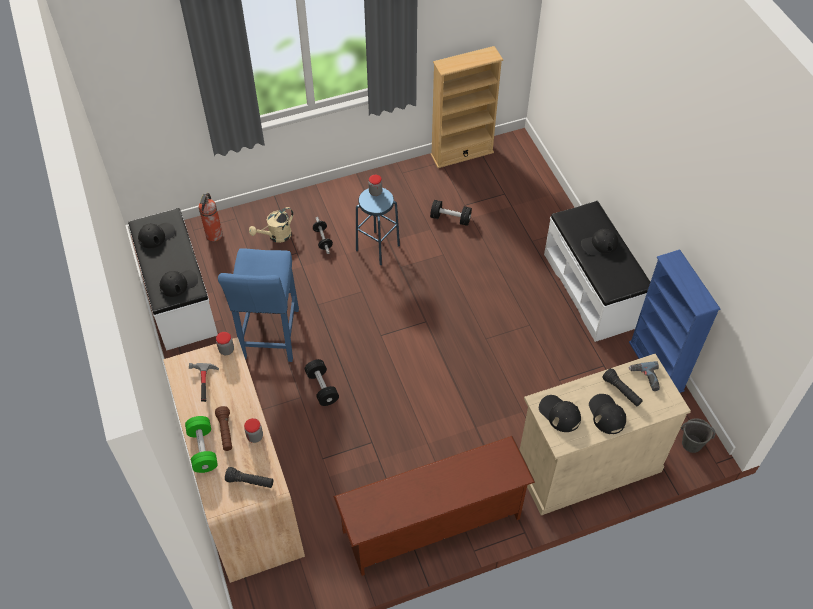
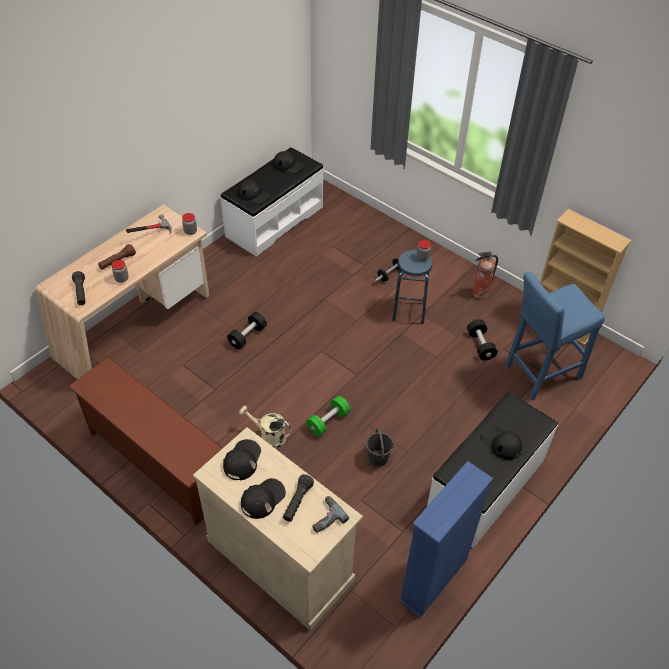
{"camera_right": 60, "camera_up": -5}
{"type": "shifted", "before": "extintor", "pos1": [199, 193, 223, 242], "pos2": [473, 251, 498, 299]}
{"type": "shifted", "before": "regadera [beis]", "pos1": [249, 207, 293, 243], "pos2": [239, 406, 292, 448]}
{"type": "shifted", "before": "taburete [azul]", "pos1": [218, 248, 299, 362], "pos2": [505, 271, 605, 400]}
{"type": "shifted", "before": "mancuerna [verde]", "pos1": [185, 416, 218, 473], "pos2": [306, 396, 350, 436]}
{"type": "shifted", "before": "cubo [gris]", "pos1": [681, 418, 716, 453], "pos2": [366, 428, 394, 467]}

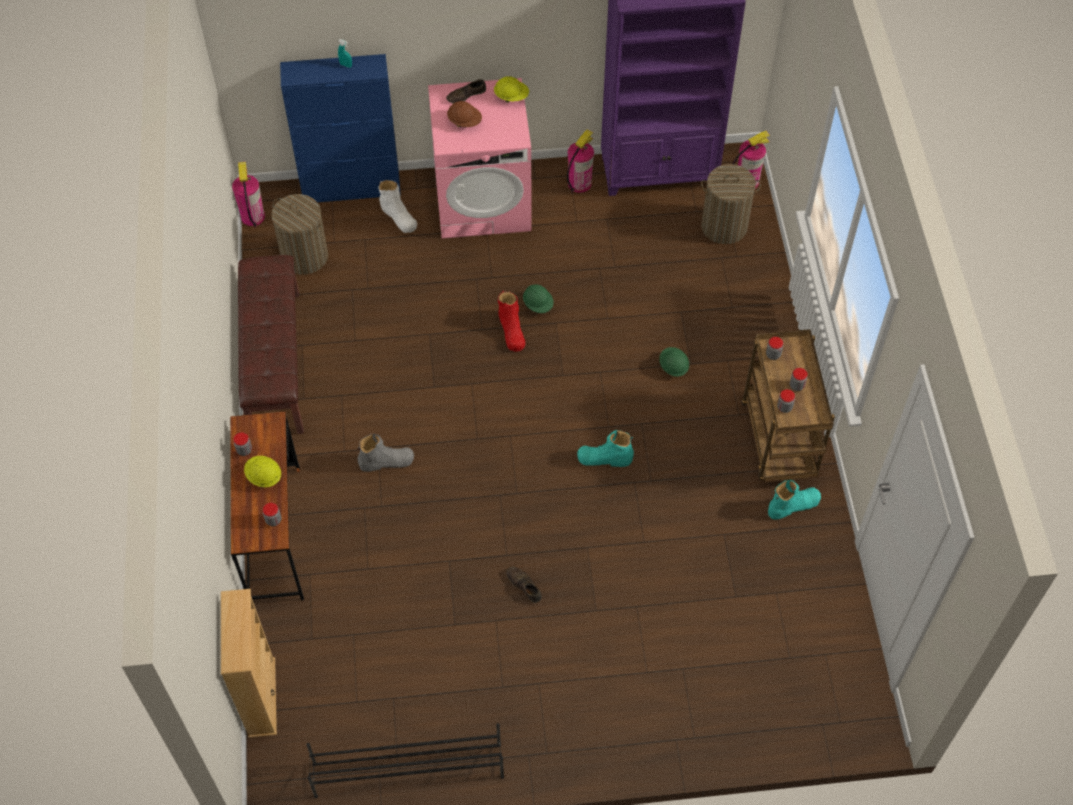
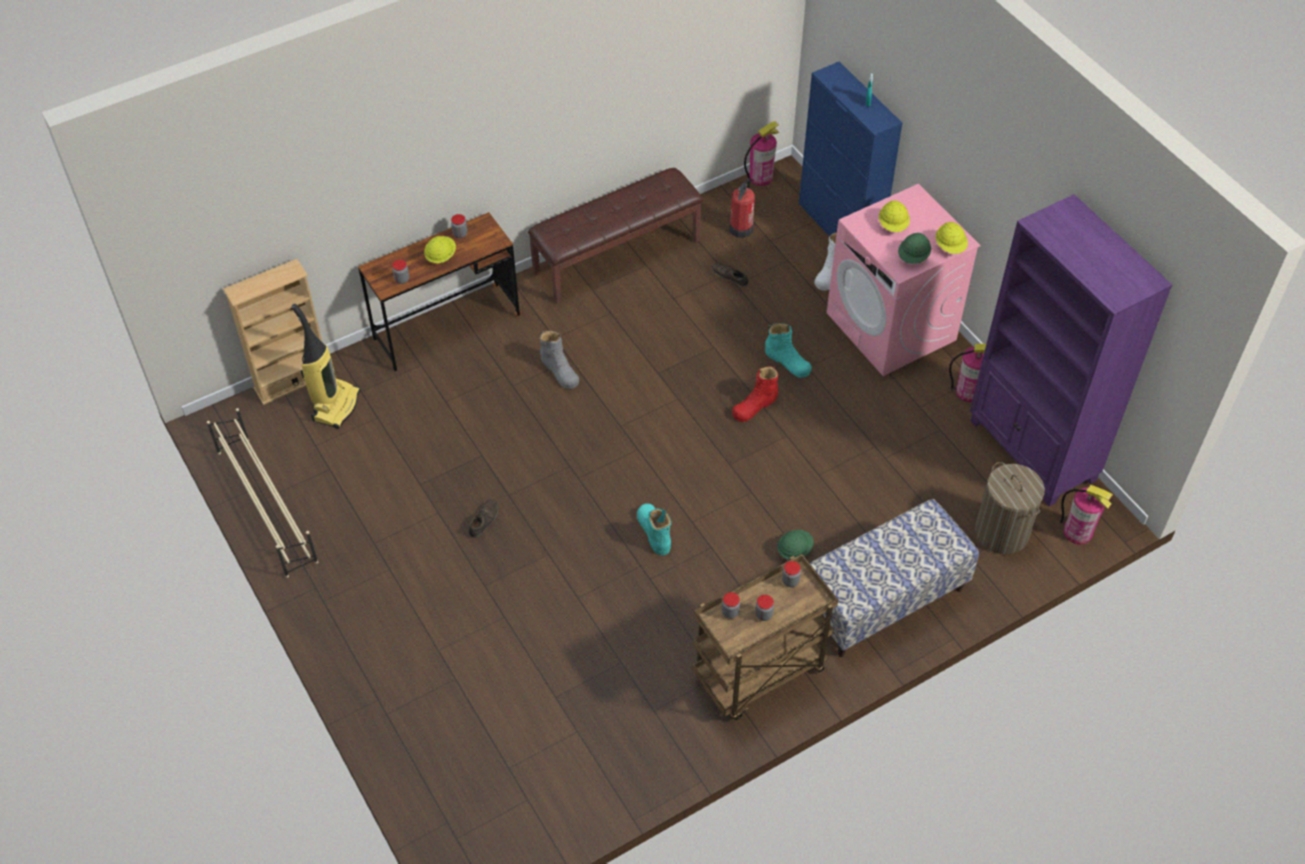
{"camera_right": 65, "camera_up": -5}
{"type": "shifted", "before": "zapato [marrón]", "pos1": [446, 79, 486, 104], "pos2": [712, 263, 748, 287]}
{"type": "repainted", "before": "casco [marrón]", "after": "casco [amarillo]", "pos1": [447, 101, 482, 127], "pos2": [879, 201, 910, 232]}
{"type": "swapped", "before": "cesto de la ropa", "after": "extintor", "pos1": [271, 194, 328, 274], "pos2": [729, 178, 755, 238]}
{"type": "shifted", "before": "casco [verde]", "pos1": [523, 284, 554, 313], "pos2": [898, 233, 931, 264]}
{"type": "shifted", "before": "bota [turquesa]", "pos1": [768, 480, 821, 520], "pos2": [765, 323, 812, 378]}
{"type": "repainted", "before": "zapatero [negro]", "after": "zapatero [beis]", "pos1": [306, 723, 504, 798], "pos2": [207, 408, 318, 578]}
{"type": "new", "after": "aspiradora", "pos2": [291, 304, 360, 429]}
{"type": "new", "after": "banco", "pos2": [810, 499, 979, 657]}

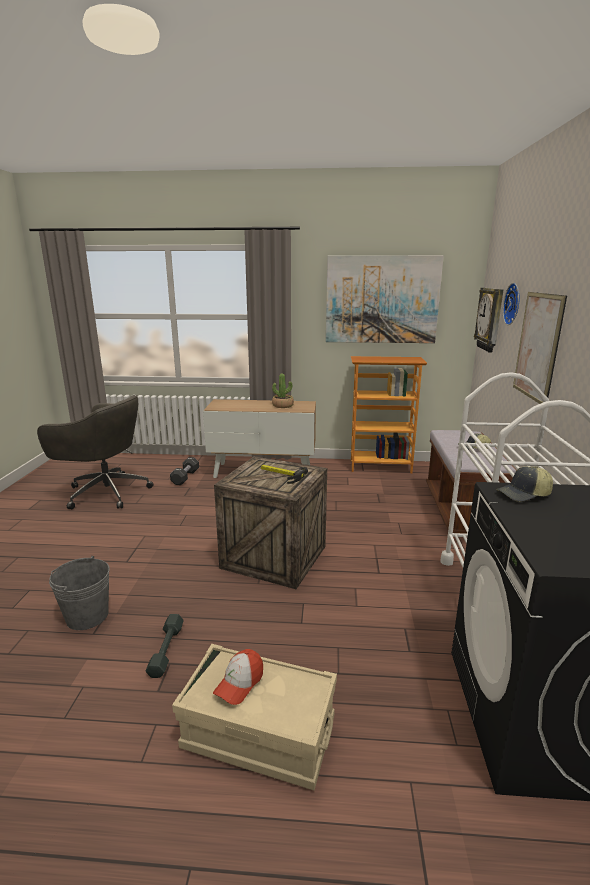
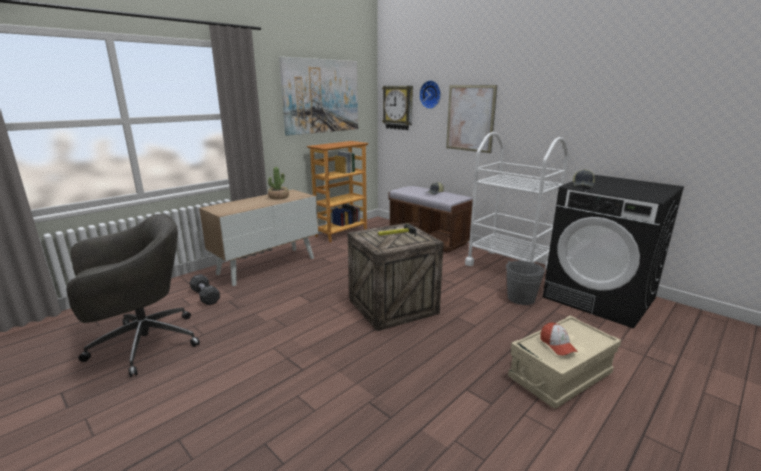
{"camera_right": -50, "camera_up": 0}
{"type": "shifted", "before": "cubo [gris]", "pos1": [49, 556, 110, 630], "pos2": [506, 261, 545, 305]}
{"type": "gone", "before": "mancuerna [gris]", "pos1": [146, 614, 184, 678]}

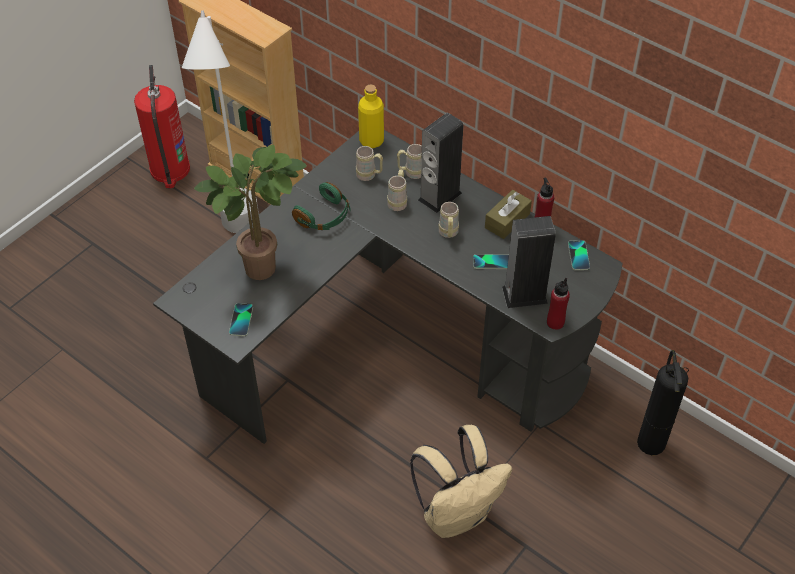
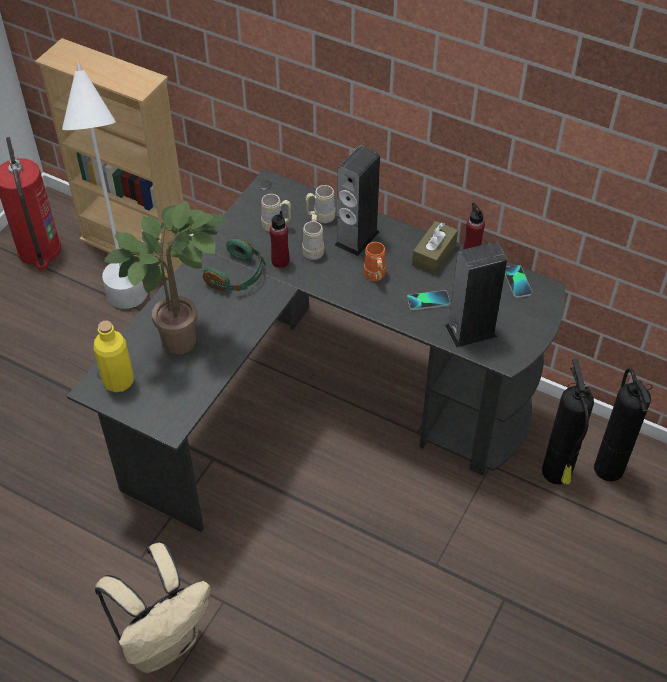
{"camera_right": -10, "camera_up": 0}
{"type": "shifted", "before": "botella [amarillo]", "pos1": [358, 85, 384, 148], "pos2": [94, 321, 134, 392]}
{"type": "repainted", "before": "taza grande [beis]", "after": "taza grande [naranja]", "pos1": [439, 202, 459, 238], "pos2": [364, 242, 386, 281]}
{"type": "shifted", "before": "botella [rojo]", "pos1": [547, 278, 570, 330], "pos2": [270, 211, 289, 268]}
{"type": "gone", "before": "móvil", "pos1": [229, 303, 253, 336]}
{"type": "shifted", "before": "mochila [beis]", "pos1": [410, 425, 512, 538], "pos2": [95, 543, 210, 673]}
{"type": "new", "after": "extintor", "pos2": [542, 359, 594, 484]}

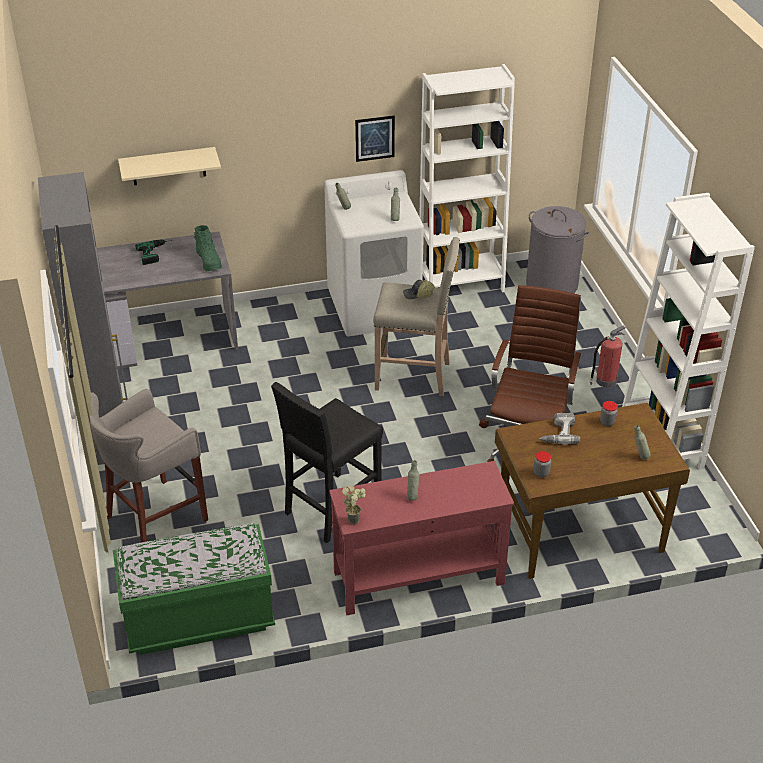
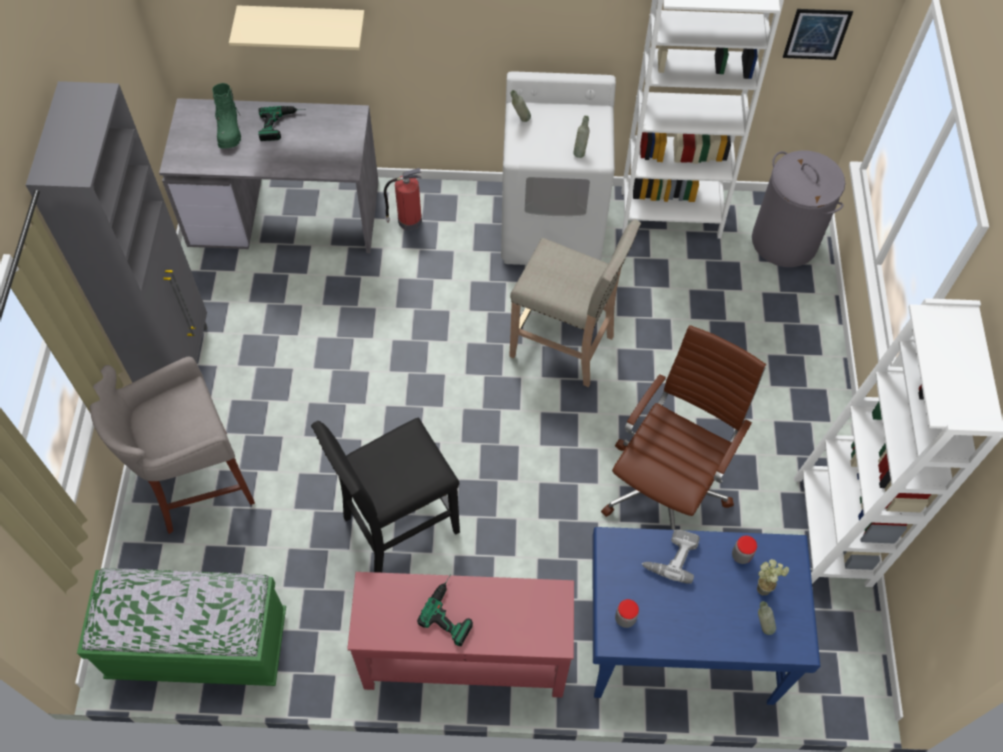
{"camera_right": 15, "camera_up": 20}
{"type": "shifted", "before": "cuadro", "pos1": [355, 115, 395, 162], "pos2": [783, 9, 853, 60]}
{"type": "shifted", "before": "bota [verde]", "pos1": [194, 225, 222, 271], "pos2": [212, 83, 241, 149]}
{"type": "gone", "before": "gorra", "pos1": [403, 280, 435, 299]}
{"type": "shifted", "before": "extintor", "pos1": [589, 325, 626, 388], "pos2": [384, 168, 422, 230]}
{"type": "repainted", "before": "escritorio [marrón]", "after": "escritorio [azul]", "pos1": [495, 403, 690, 579], "pos2": [592, 527, 820, 705]}
{"type": "swapped", "before": "botella [gris]", "after": "taladro", "pos1": [407, 460, 419, 501], "pos2": [417, 574, 473, 646]}
{"type": "shifted", "before": "planta en maceta", "pos1": [342, 486, 366, 524], "pos2": [757, 559, 789, 595]}

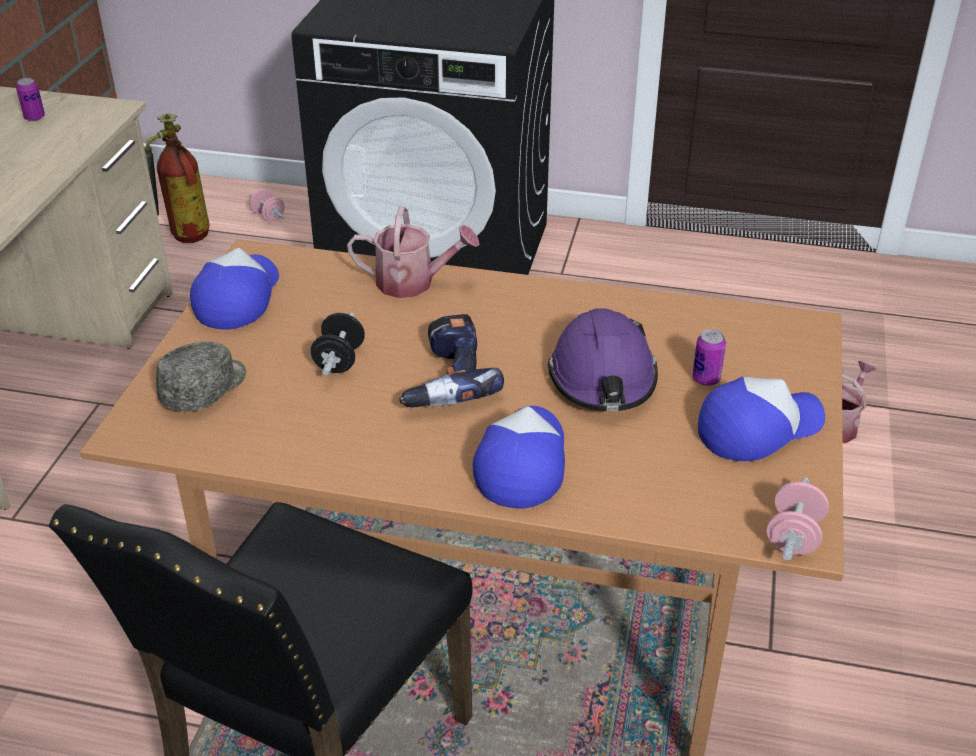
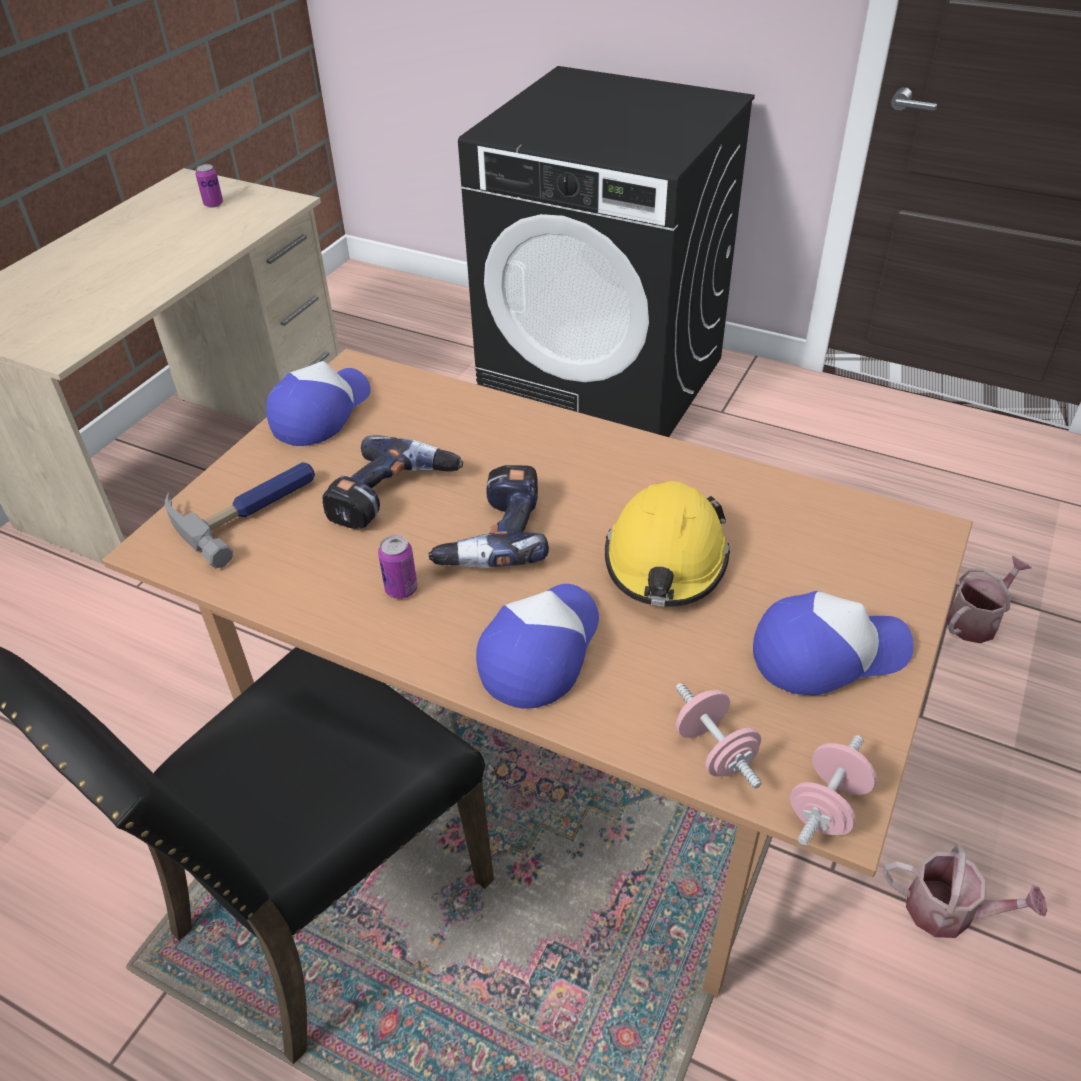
{"camera_right": 15, "camera_up": 5}
{"type": "gone", "before": "extintor", "pos1": [144, 113, 209, 243]}
{"type": "shifted", "before": "mancuerna [rosa]", "pos1": [250, 189, 285, 222], "pos2": [676, 683, 762, 789]}
{"type": "shifted", "before": "regadera", "pos1": [347, 206, 480, 298], "pos2": [883, 844, 1047, 938]}
{"type": "repainted", "before": "casco [morado]", "after": "casco [amarillo]", "pos1": [548, 308, 658, 411], "pos2": [605, 481, 730, 607]}
{"type": "swapped", "before": "mancuerna [negro]", "after": "taladro", "pos1": [311, 313, 365, 375], "pos2": [323, 435, 463, 529]}
{"type": "shifted", "before": "lata", "pos1": [692, 329, 726, 386], "pos2": [378, 535, 418, 599]}
{"type": "swapped", "before": "gorra [gris]", "after": "martillo", "pos1": [156, 342, 246, 411], "pos2": [165, 462, 315, 569]}

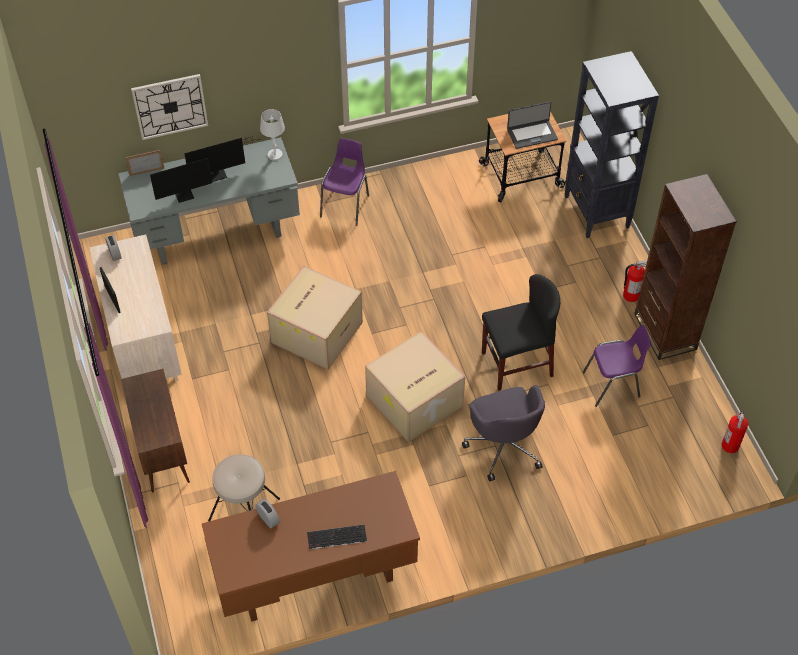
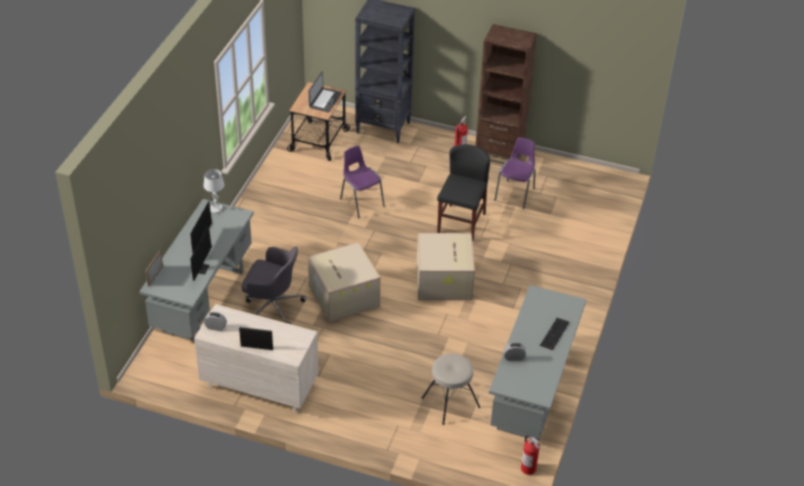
{"camera_right": -55, "camera_up": -10}
{"type": "gone", "before": "reloj de pared", "pos1": [131, 74, 208, 140]}
{"type": "shifted", "before": "silla [morado]", "pos1": [320, 138, 369, 226], "pos2": [340, 146, 385, 218]}
{"type": "gone", "before": "armario [marrón]", "pos1": [121, 369, 190, 493]}
{"type": "shifted", "before": "silla de oficina [gris]", "pos1": [462, 385, 545, 481], "pos2": [242, 246, 306, 324]}
{"type": "shifted", "before": "extintor", "pos1": [721, 410, 748, 453], "pos2": [521, 435, 540, 475]}
{"type": "repainted", "before": "escritorio [marrón]", "after": "escritorio [gris]", "pos1": [202, 471, 420, 622], "pos2": [489, 285, 587, 441]}

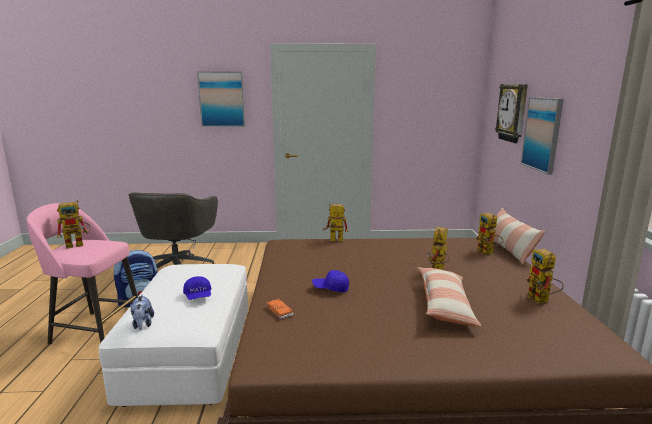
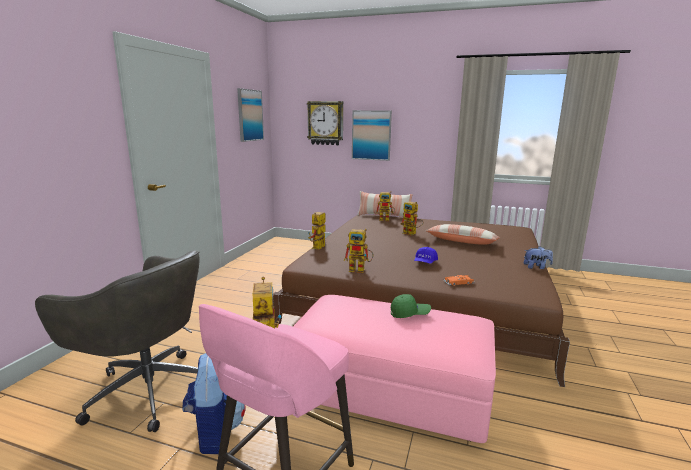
{"camera_right": -70, "camera_up": 0}
{"type": "shifted", "before": "cuadro", "pos1": [197, 72, 245, 127], "pos2": [237, 88, 264, 142]}
{"type": "shifted", "before": "robot de juguete", "pos1": [526, 249, 564, 303], "pos2": [344, 229, 373, 273]}
{"type": "repainted", "before": "puf [blanco]", "after": "puf [rosa]", "pos1": [99, 264, 248, 407], "pos2": [293, 295, 496, 443]}
{"type": "repainted", "before": "gorra [azul]", "after": "gorra [verde]", "pos1": [183, 276, 212, 300], "pos2": [391, 294, 431, 318]}
{"type": "shifted", "before": "peluche", "pos1": [130, 295, 154, 330], "pos2": [524, 246, 553, 269]}

